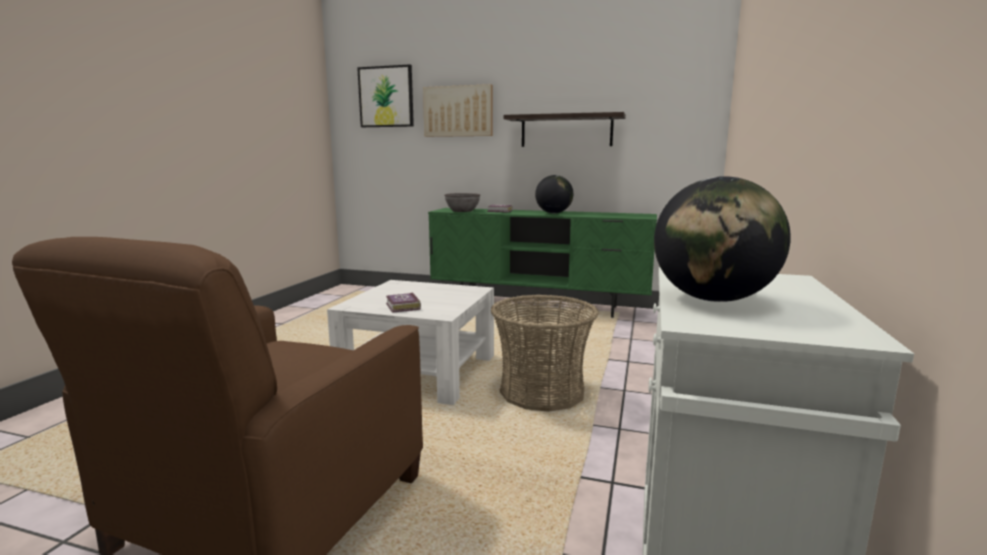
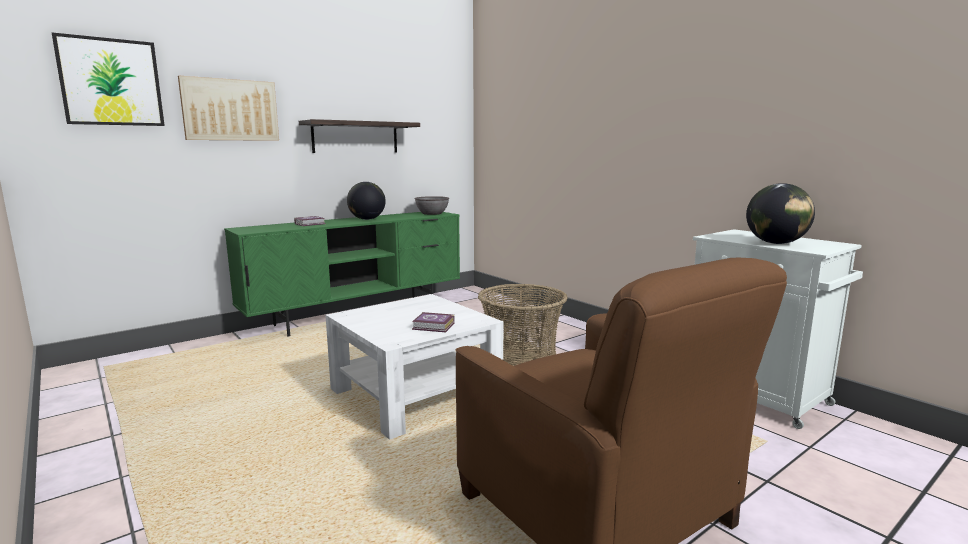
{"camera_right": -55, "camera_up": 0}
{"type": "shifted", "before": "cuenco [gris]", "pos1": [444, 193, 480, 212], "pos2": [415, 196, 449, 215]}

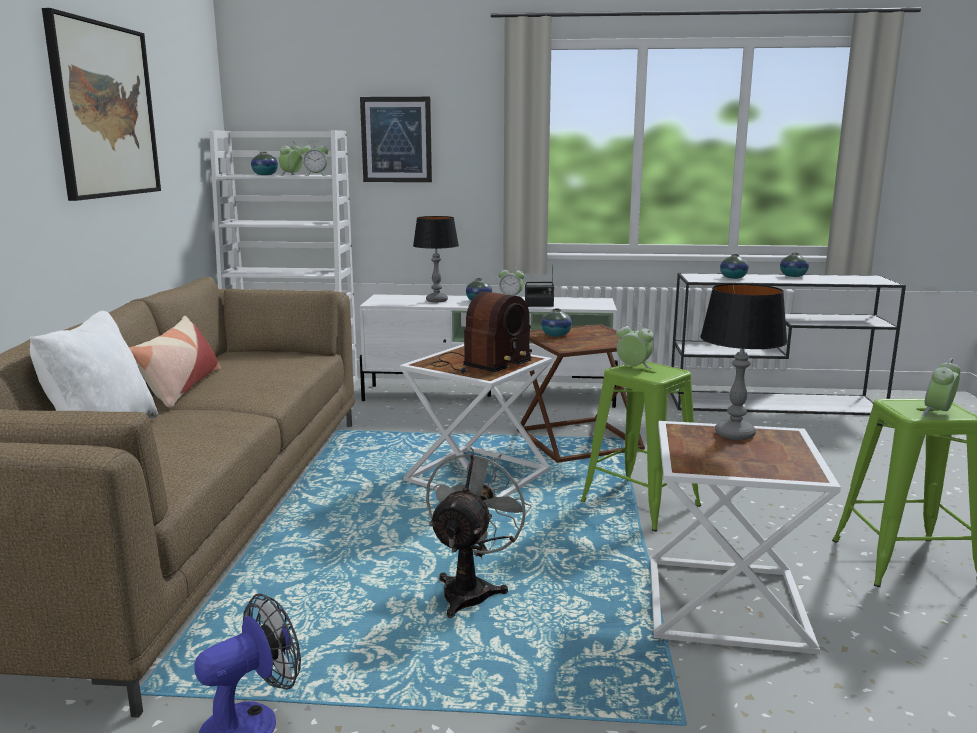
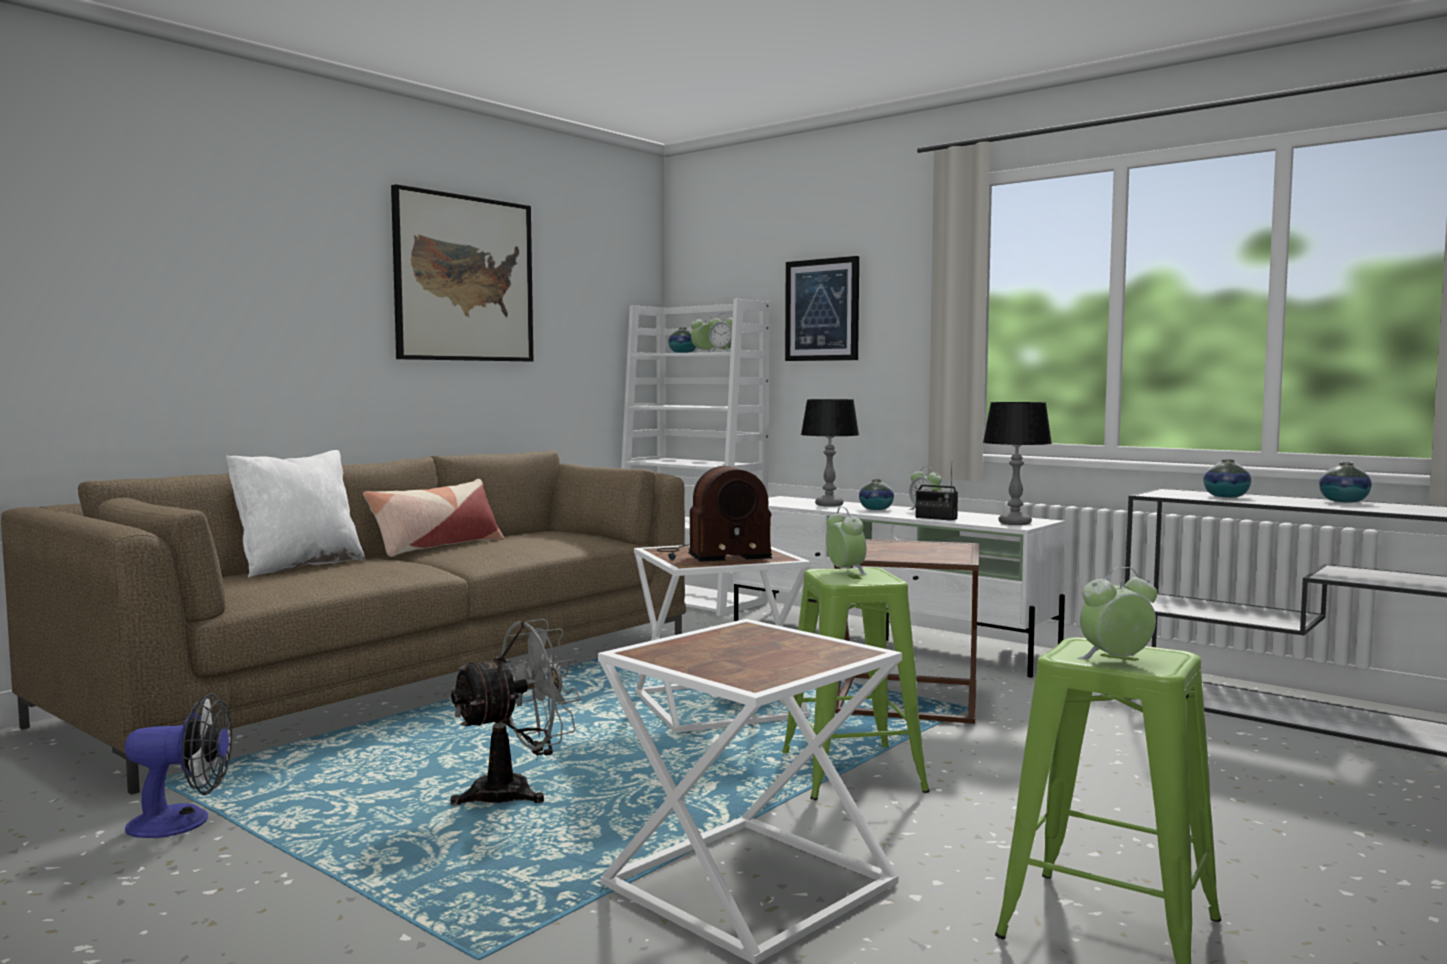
{"camera_right": 35, "camera_up": -10}
{"type": "shifted", "before": "lámpara de mesa", "pos1": [700, 283, 788, 440], "pos2": [983, 402, 1052, 525]}
{"type": "gone", "before": "florero", "pos1": [541, 308, 572, 337]}

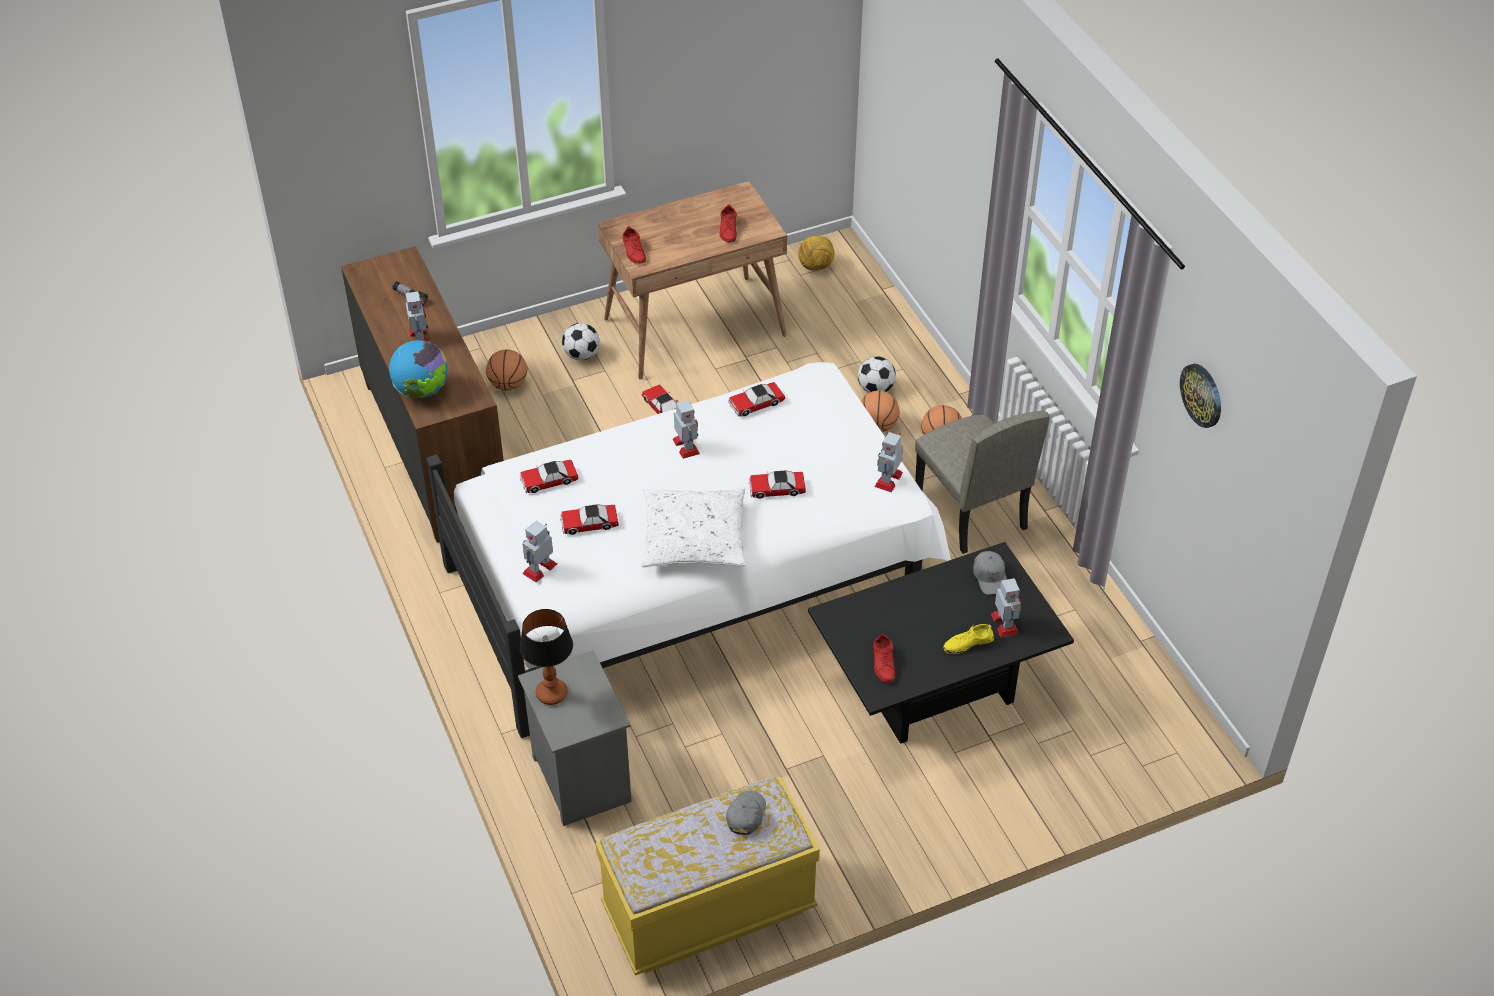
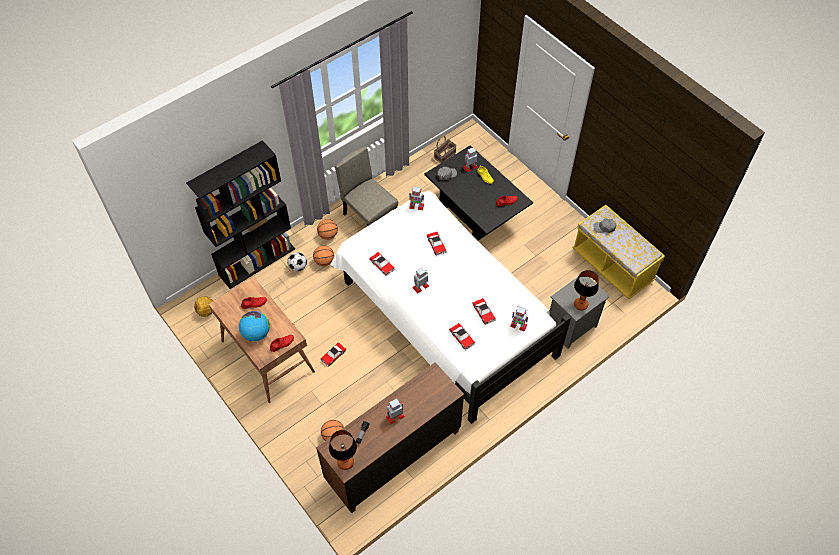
{"camera_right": -105, "camera_up": 10}
{"type": "gone", "before": "balón de fútbol", "pos1": [562, 323, 600, 361]}
{"type": "shifted", "before": "globo terráqueo", "pos1": [389, 340, 448, 398], "pos2": [239, 311, 270, 342]}
{"type": "gone", "before": "reloj de pared", "pos1": [1180, 364, 1221, 428]}
{"type": "rotated", "before": "silla [beis]", "pos1": [915, 411, 1050, 554], "pos2": [335, 146, 398, 226], "turn": -90}
{"type": "gone", "before": "cojín [blanco]", "pos1": [641, 488, 745, 567]}
{"type": "new", "after": "cesta", "pos2": [434, 136, 457, 163]}
{"type": "new", "after": "estantería [negro]", "pos2": [186, 140, 295, 289]}
{"type": "new", "after": "lámpara de mesa", "pos2": [329, 430, 357, 470]}

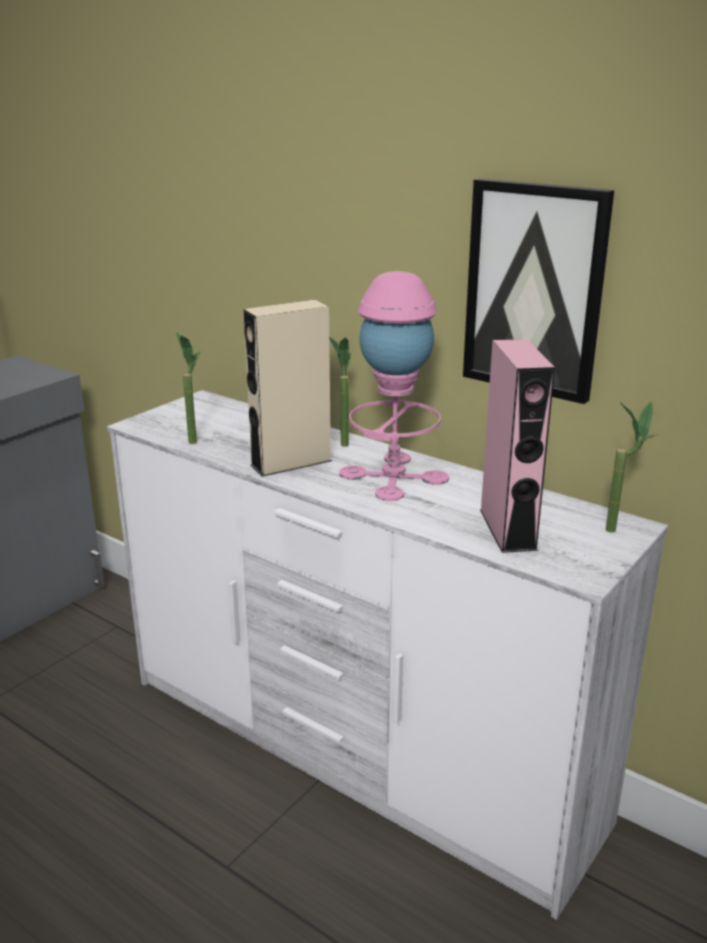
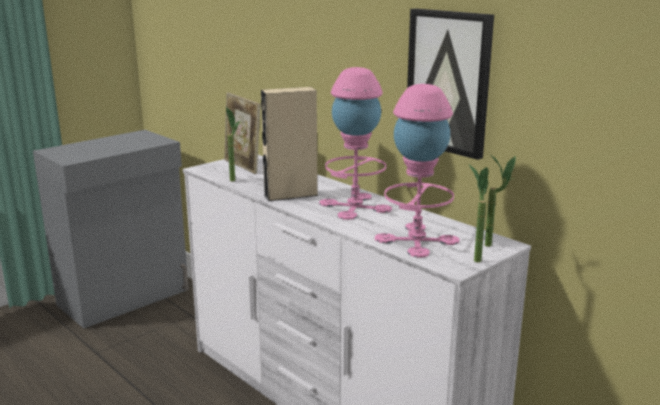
{"camera_right": 10, "camera_up": -5}
{"type": "shifted", "before": "planta en maceta", "pos1": [329, 336, 351, 447], "pos2": [469, 164, 489, 263]}
{"type": "swapped", "before": "altavoz [rosa]", "after": "lámpara de mesa [rosa]", "pos1": [480, 339, 555, 553], "pos2": [375, 84, 460, 258]}
{"type": "new", "after": "portarretratos", "pos2": [224, 92, 260, 174]}

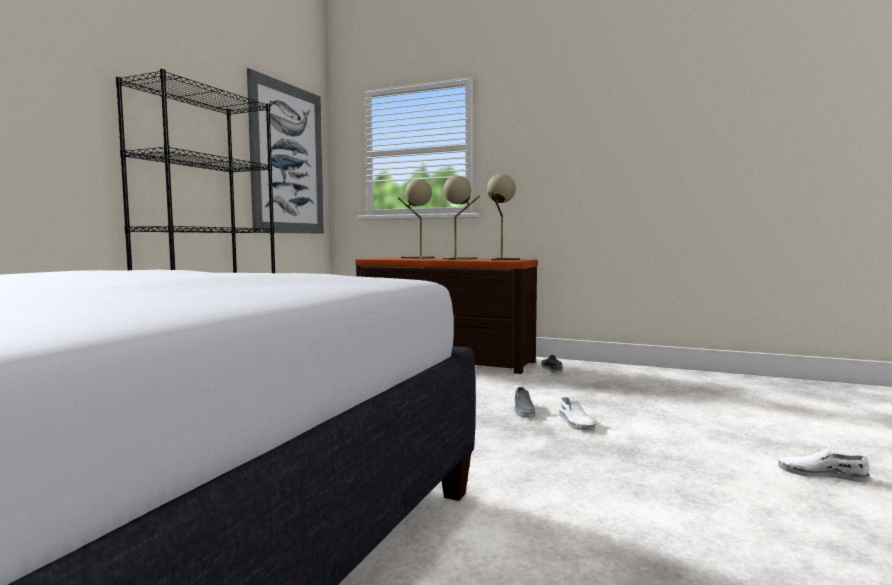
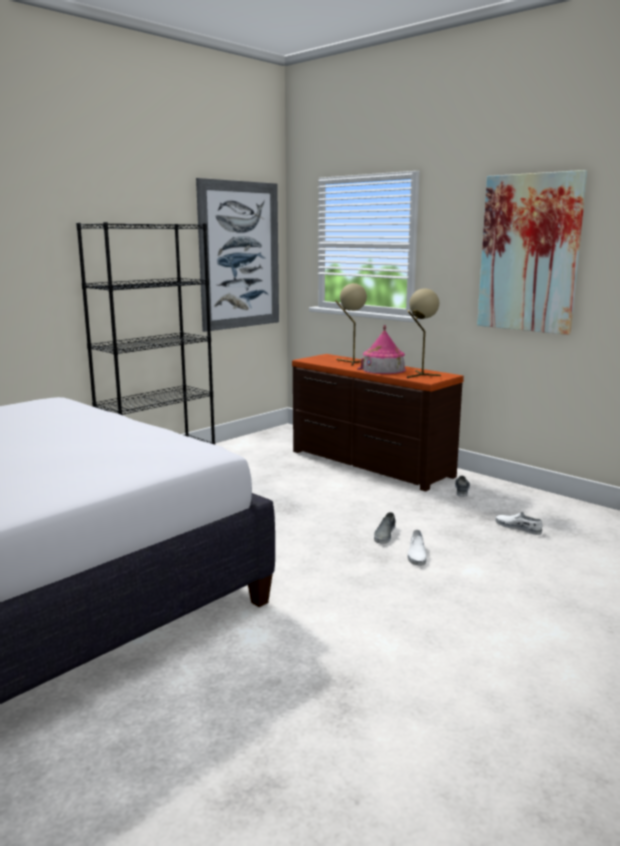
{"camera_right": 20, "camera_up": 10}
{"type": "swapped", "before": "lámpara de mesa [beis]", "after": "casita", "pos1": [443, 176, 480, 260], "pos2": [357, 325, 406, 374]}
{"type": "shifted", "before": "zapato [blanco]", "pos1": [778, 448, 870, 482], "pos2": [495, 512, 543, 535]}
{"type": "new", "after": "cuadro", "pos2": [477, 170, 587, 335]}

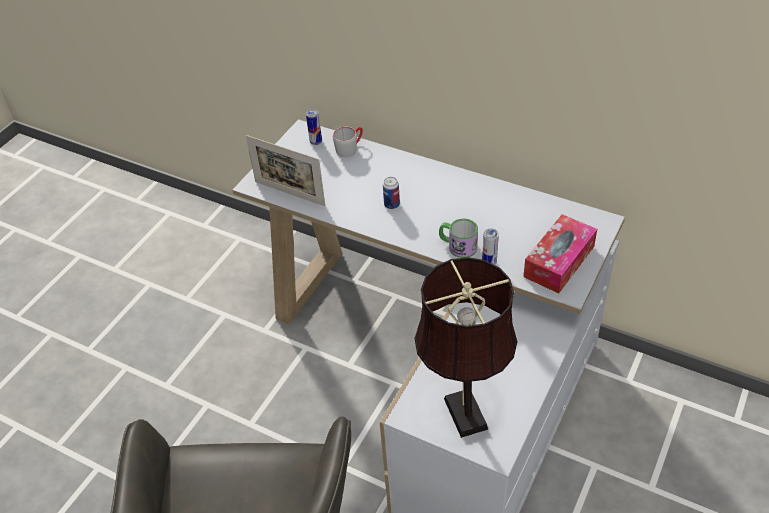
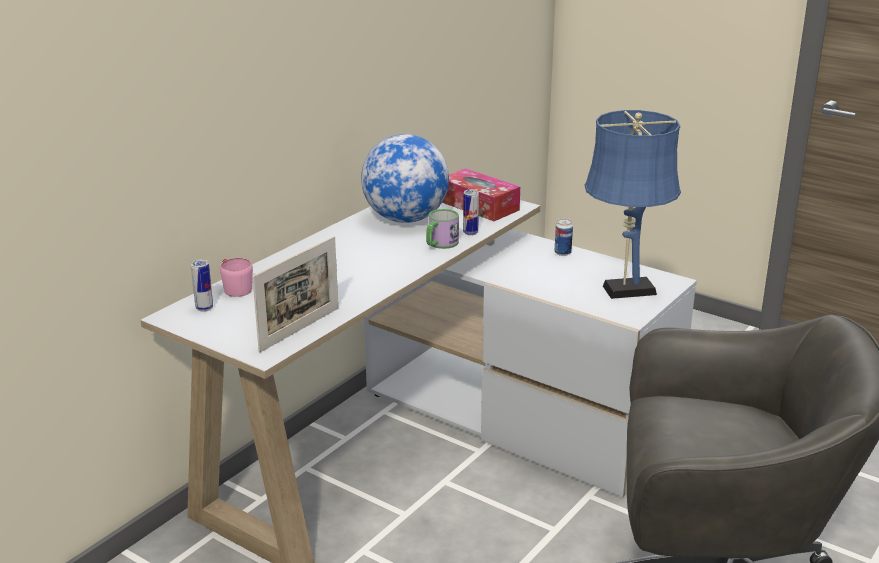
{"camera_right": -85, "camera_up": -20}
{"type": "repainted", "before": "taza grande [gris]", "after": "taza grande [rosa]", "pos1": [333, 127, 363, 157], "pos2": [220, 258, 253, 297]}
{"type": "shifted", "before": "lata", "pos1": [383, 177, 400, 209], "pos2": [555, 219, 573, 256]}
{"type": "repainted", "before": "lámpara de mesa [marrón]", "after": "lámpara de mesa [azul]", "pos1": [414, 257, 517, 438], "pos2": [585, 110, 681, 299]}
{"type": "new", "after": "globo terráqueo", "pos2": [361, 134, 449, 223]}

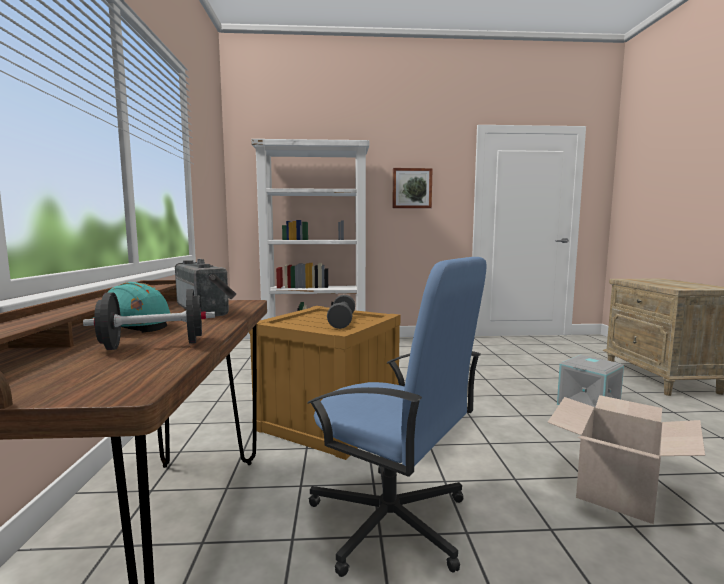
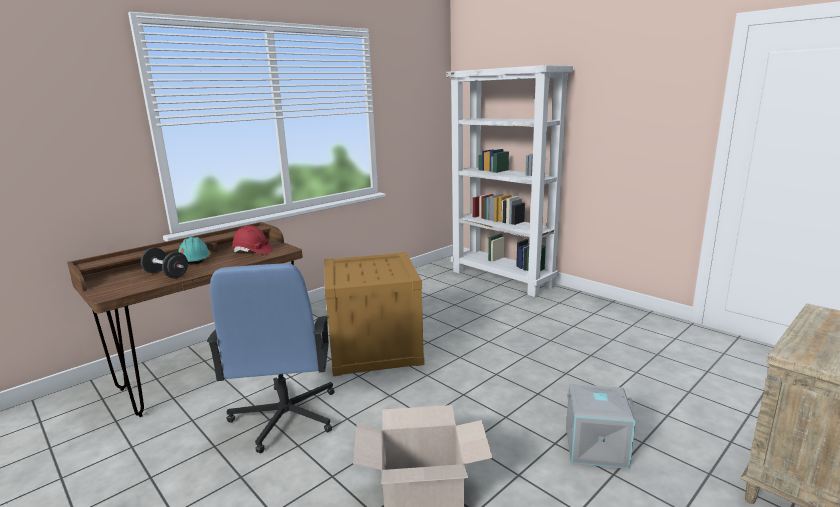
{"camera_right": 50, "camera_up": 10}
{"type": "gone", "before": "cuadro", "pos1": [392, 168, 433, 208]}
{"type": "swapped", "before": "radio", "after": "casco [rojo]", "pos1": [175, 259, 236, 316], "pos2": [232, 225, 274, 255]}
{"type": "gone", "before": "mancuerna [gris]", "pos1": [327, 295, 355, 329]}

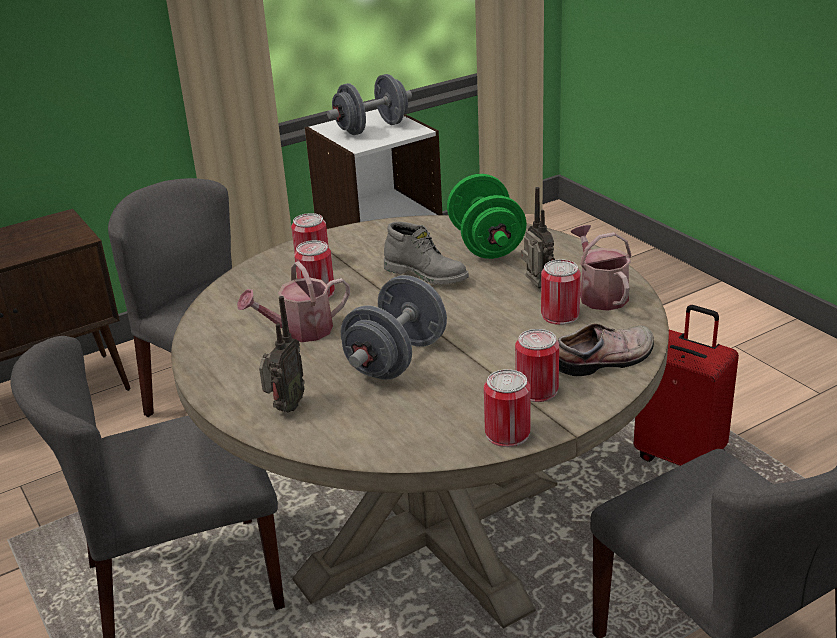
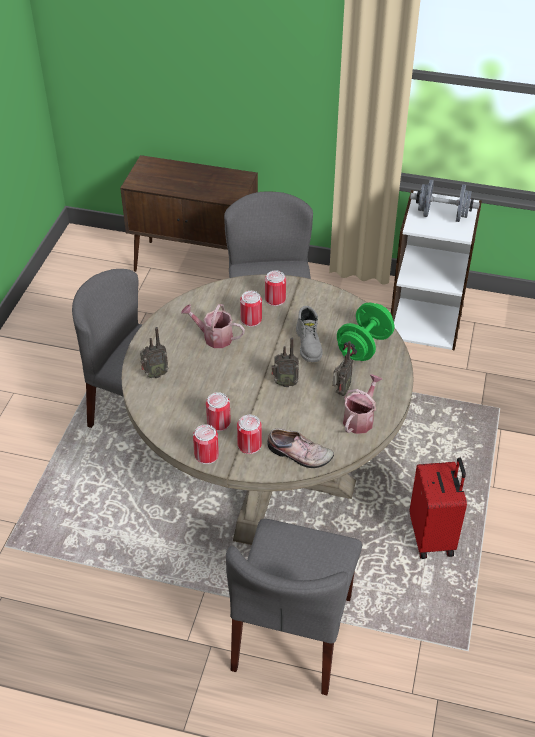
{"camera_right": 45, "camera_up": 15}
{"type": "shifted", "before": "lata", "pos1": [541, 259, 581, 325], "pos2": [206, 392, 231, 432]}
{"type": "gone", "before": "mancuerna [gris]", "pos1": [340, 275, 447, 380]}
{"type": "new", "after": "radio", "pos2": [271, 338, 299, 387]}

